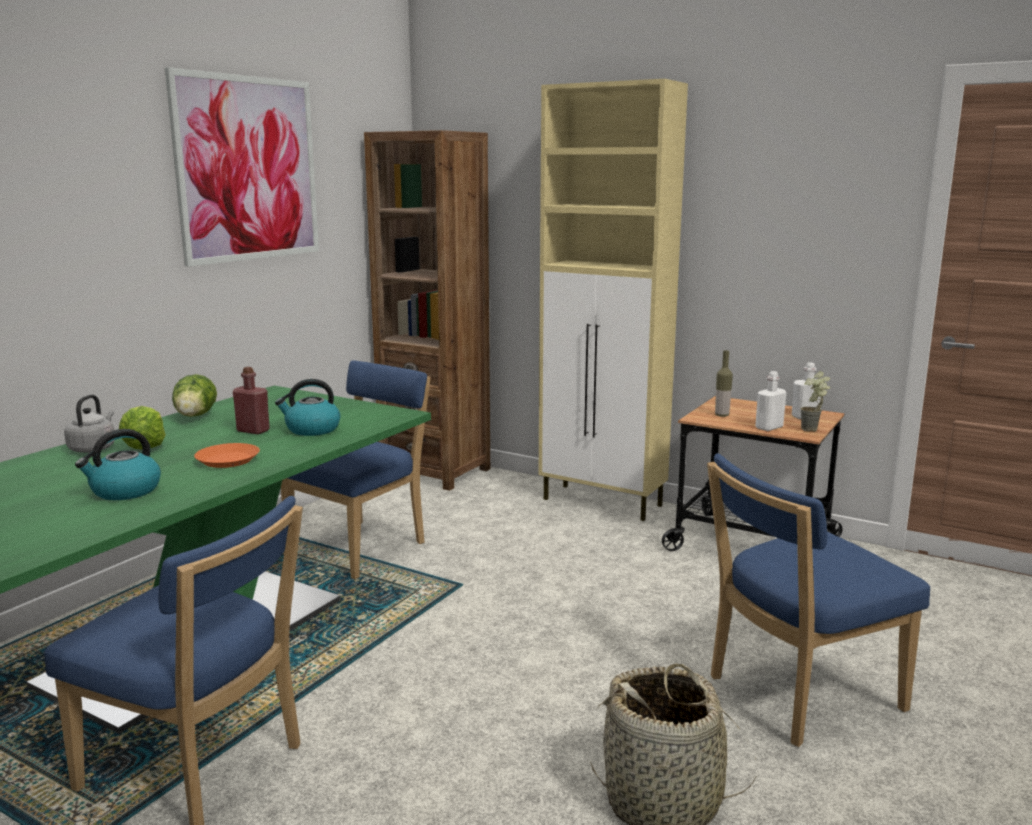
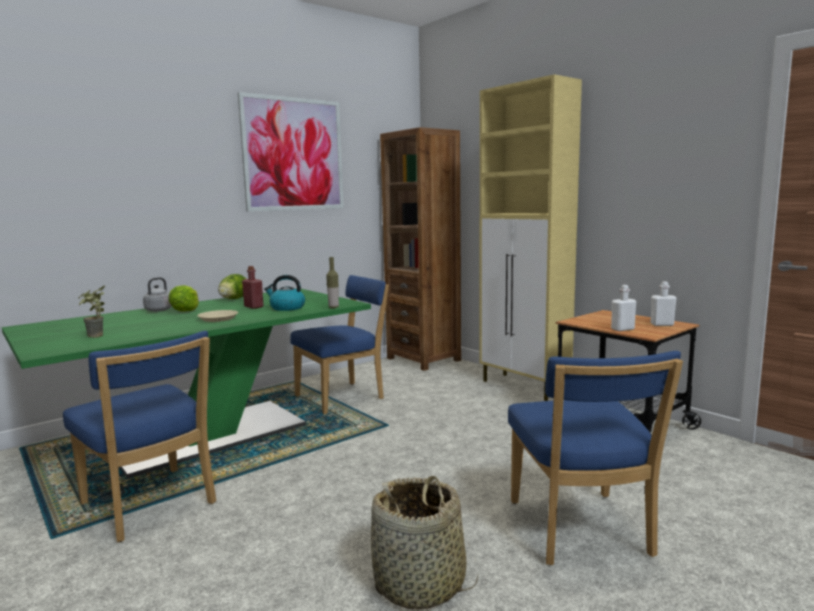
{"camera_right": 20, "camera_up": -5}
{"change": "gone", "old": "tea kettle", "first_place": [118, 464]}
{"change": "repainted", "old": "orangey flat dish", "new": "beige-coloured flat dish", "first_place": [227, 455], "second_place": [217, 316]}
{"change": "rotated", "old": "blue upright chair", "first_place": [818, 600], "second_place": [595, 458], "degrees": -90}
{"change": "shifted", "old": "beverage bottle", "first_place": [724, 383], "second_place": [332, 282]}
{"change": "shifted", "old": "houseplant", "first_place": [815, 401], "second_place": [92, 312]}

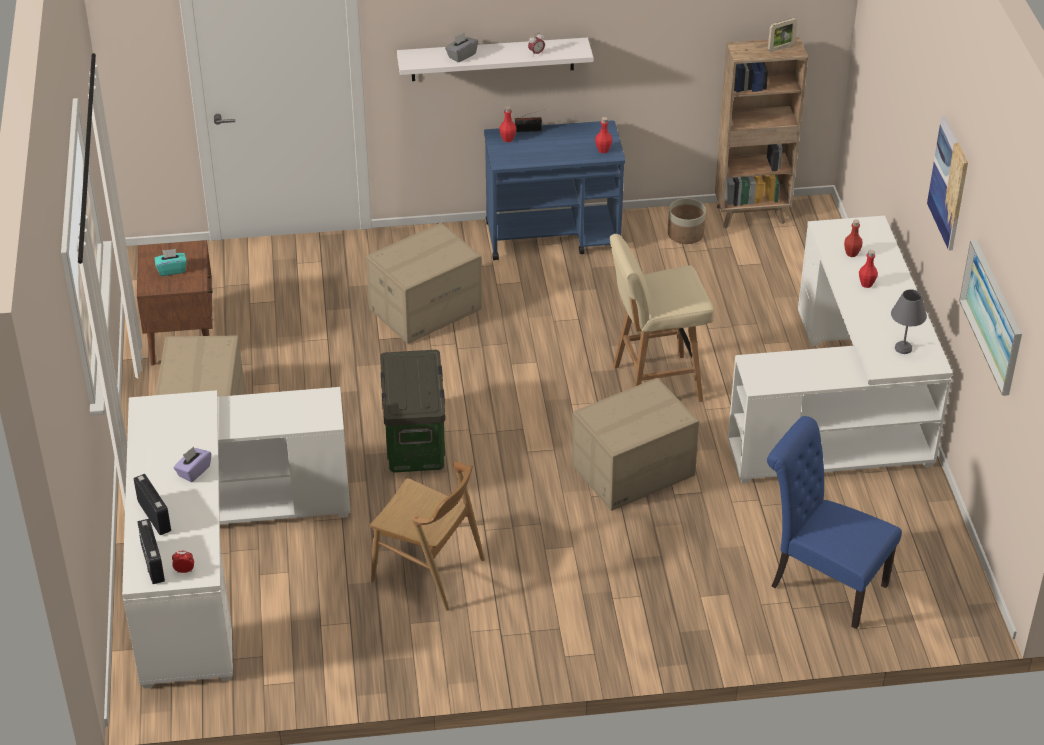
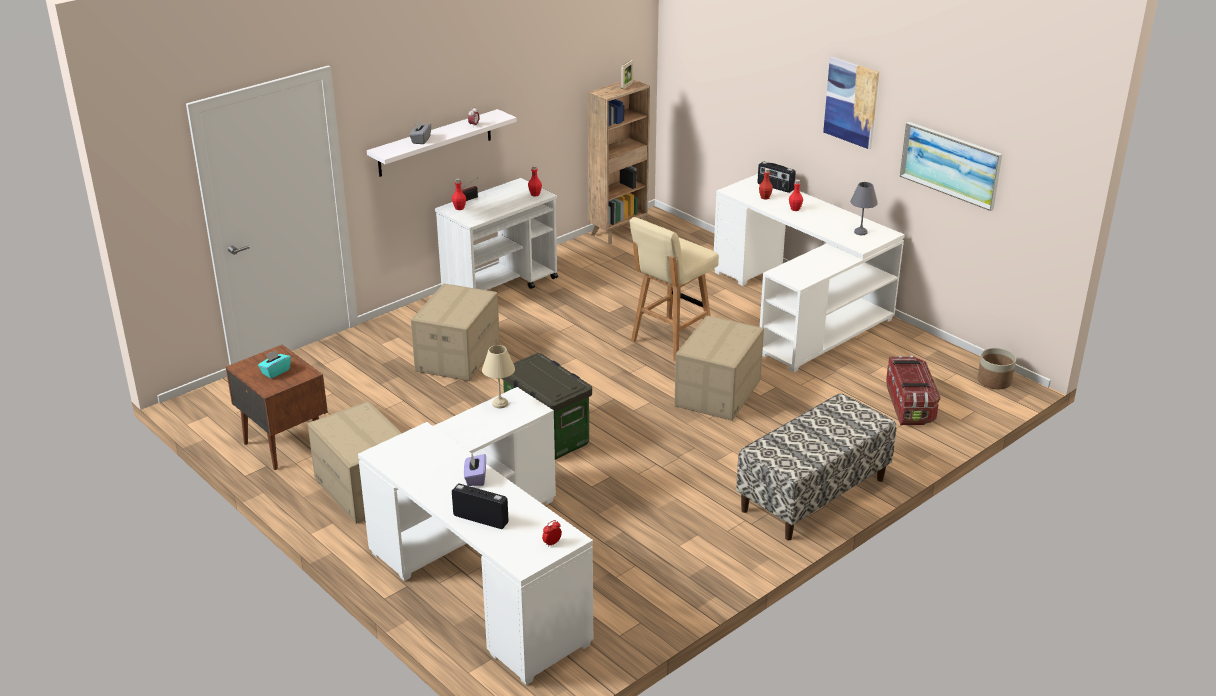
{"camera_right": -35, "camera_up": -10}
{"change": "shifted", "old": "radio receiver", "first_place": [151, 551], "second_place": [776, 177]}
{"change": "gone", "old": "brown-coloured upright chair", "first_place": [427, 536]}
{"change": "repainted", "old": "blue trolley", "new": "white-coloured trolley", "first_place": [555, 190], "second_place": [496, 234]}
{"change": "shifted", "old": "plant pot", "first_place": [687, 221], "second_place": [996, 368]}
{"change": "swapped", "old": "blue upright chair", "new": "storage container", "first_place": [834, 522], "second_place": [913, 390]}
{"change": "new", "new": "beige-coloured lamp for a table", "second_place": [498, 376]}
{"change": "new", "new": "indoor bench", "second_place": [816, 466]}

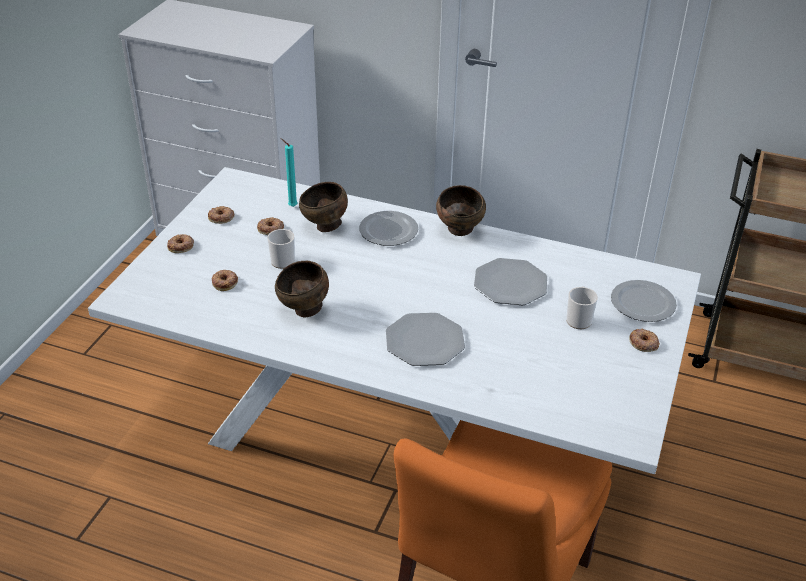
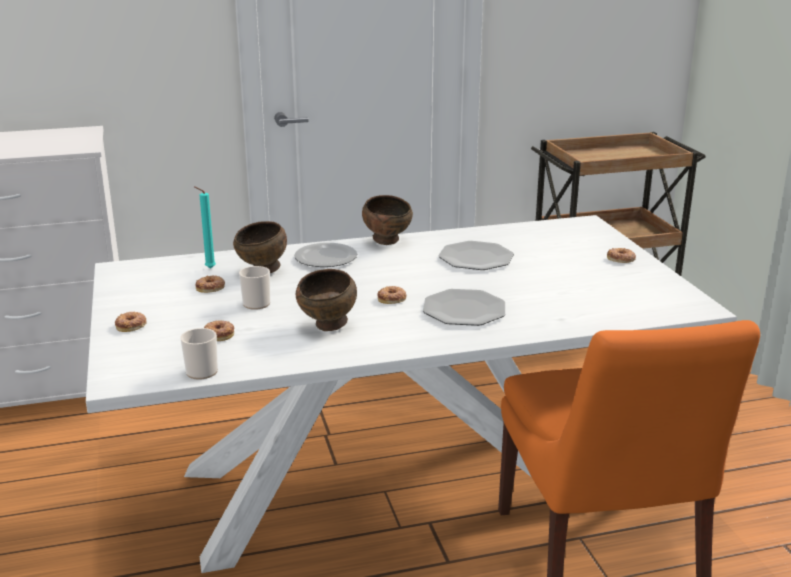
{"camera_right": -35, "camera_up": -15}
{"change": "shifted", "old": "doughnut", "first_place": [221, 215], "second_place": [391, 295]}
{"change": "shifted", "old": "coffee mug", "first_place": [582, 307], "second_place": [199, 354]}
{"change": "gone", "old": "flat dish", "first_place": [644, 301]}

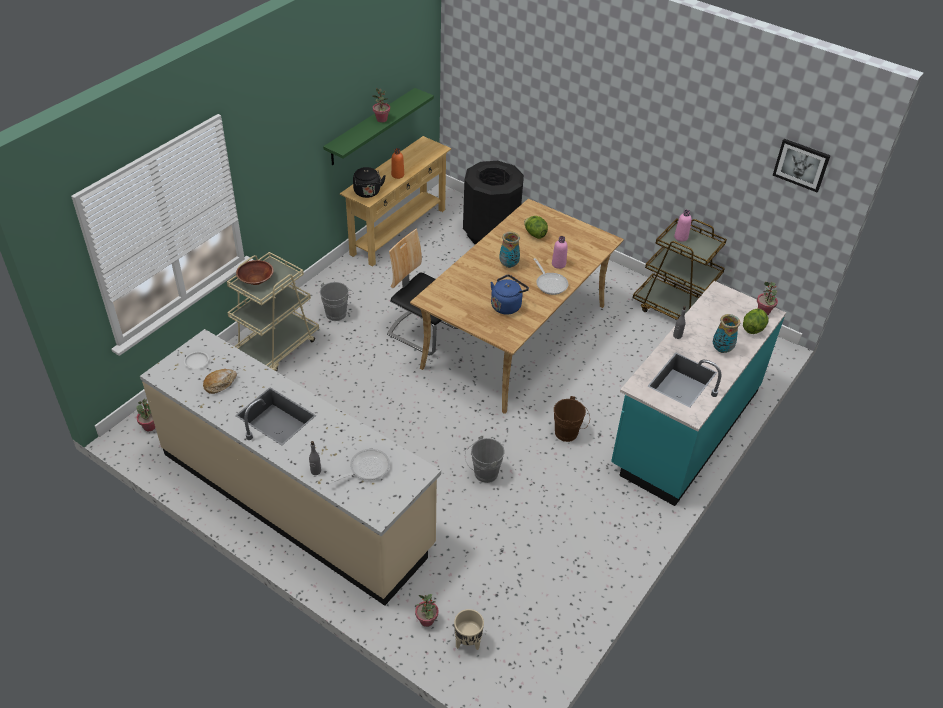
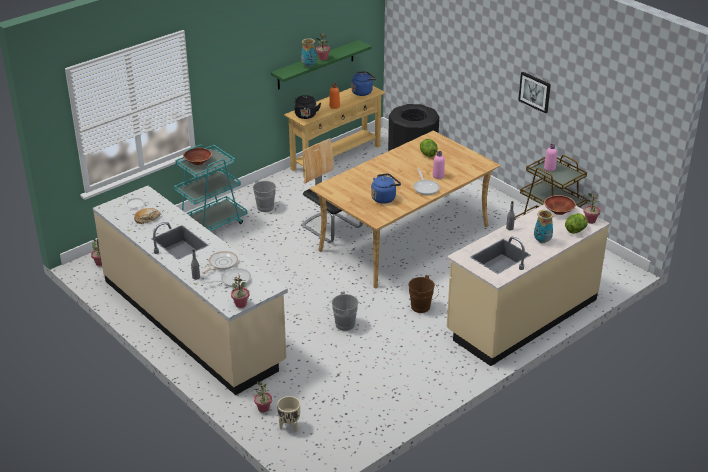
{"camera_right": 15, "camera_up": -10}
{"change": "repainted", "old": "beige-coloured trolley", "new": "blue-green trolley", "first_place": [273, 312], "second_place": [210, 187]}
{"change": "shifted", "old": "vase", "first_place": [509, 250], "second_place": [309, 53]}
{"change": "repainted", "old": "blue-green kitchen base unit", "new": "beige-coloured kitchen base unit", "first_place": [698, 393], "second_place": [528, 285]}
{"change": "shifted", "old": "picture", "first_place": [802, 165], "second_place": [534, 93]}
{"change": "new", "new": "skillet", "second_place": [220, 262]}
{"change": "new", "new": "houseplant", "second_place": [240, 290]}
{"change": "new", "new": "blue tea kettle", "second_place": [364, 83]}
{"change": "new", "new": "brown-coloured deep dish", "second_place": [560, 205]}

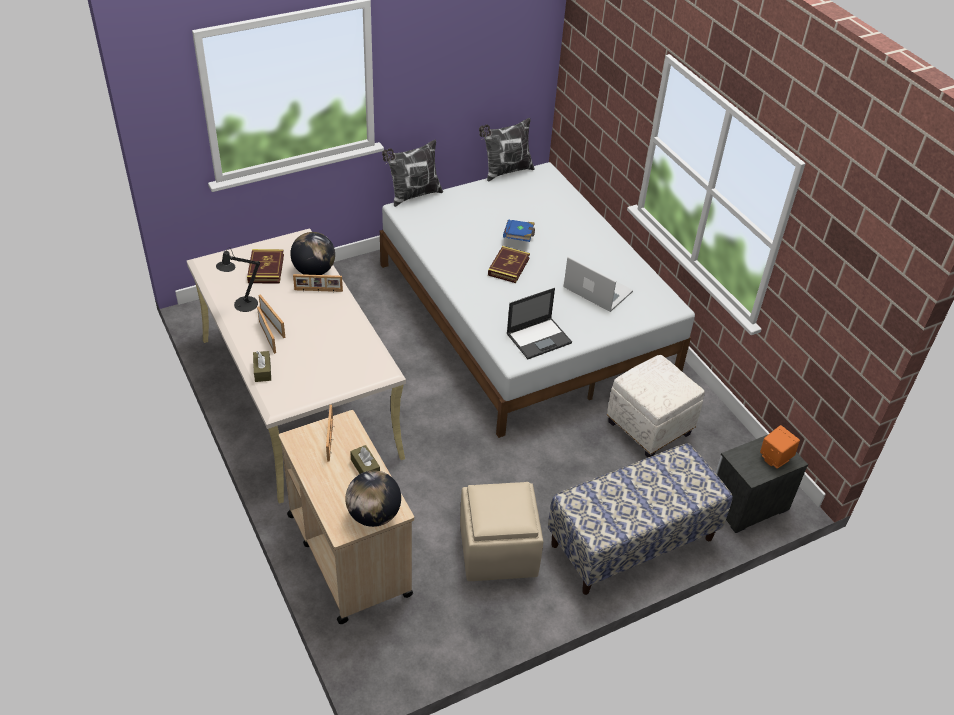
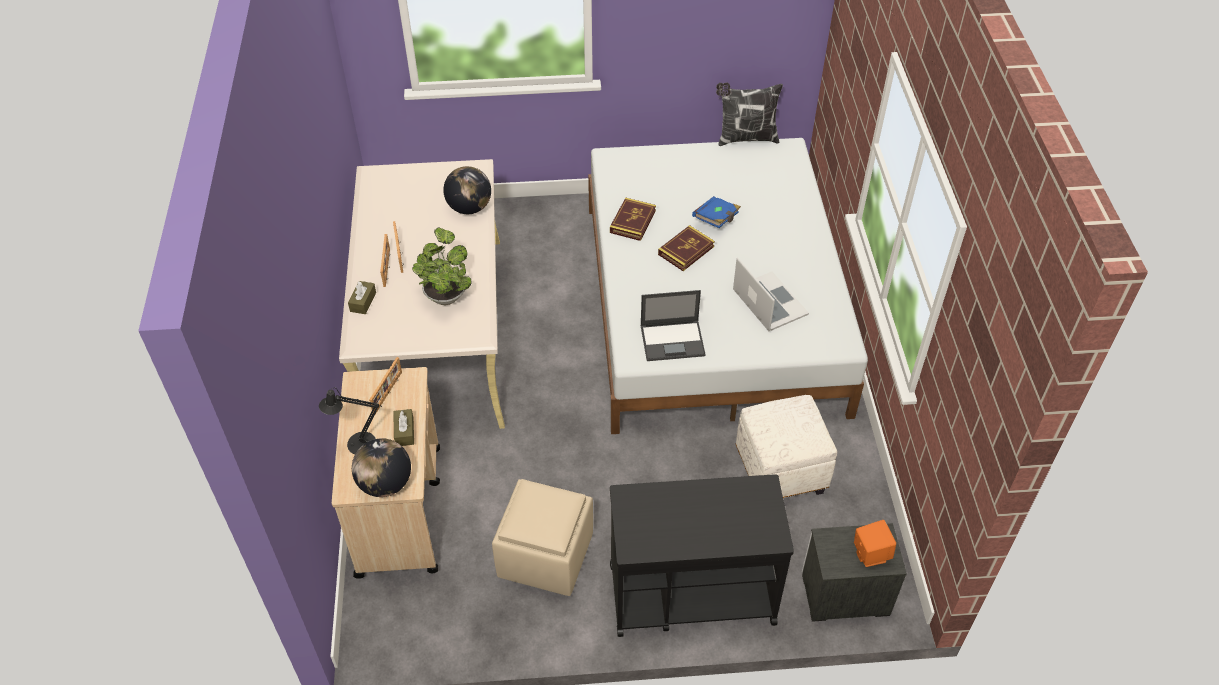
{"camera_right": 25, "camera_up": 5}
{"change": "shifted", "old": "blackish lamp for a table", "first_place": [238, 279], "second_place": [349, 421]}
{"change": "shifted", "old": "volume", "first_place": [265, 266], "second_place": [633, 219]}
{"change": "gone", "old": "picture frame", "first_place": [318, 283]}
{"change": "gone", "old": "throw pillow", "first_place": [412, 173]}
{"change": "swapped", "old": "indoor bench", "new": "blackish trolley", "first_place": [640, 519], "second_place": [702, 555]}
{"change": "new", "new": "houseplant", "second_place": [442, 266]}

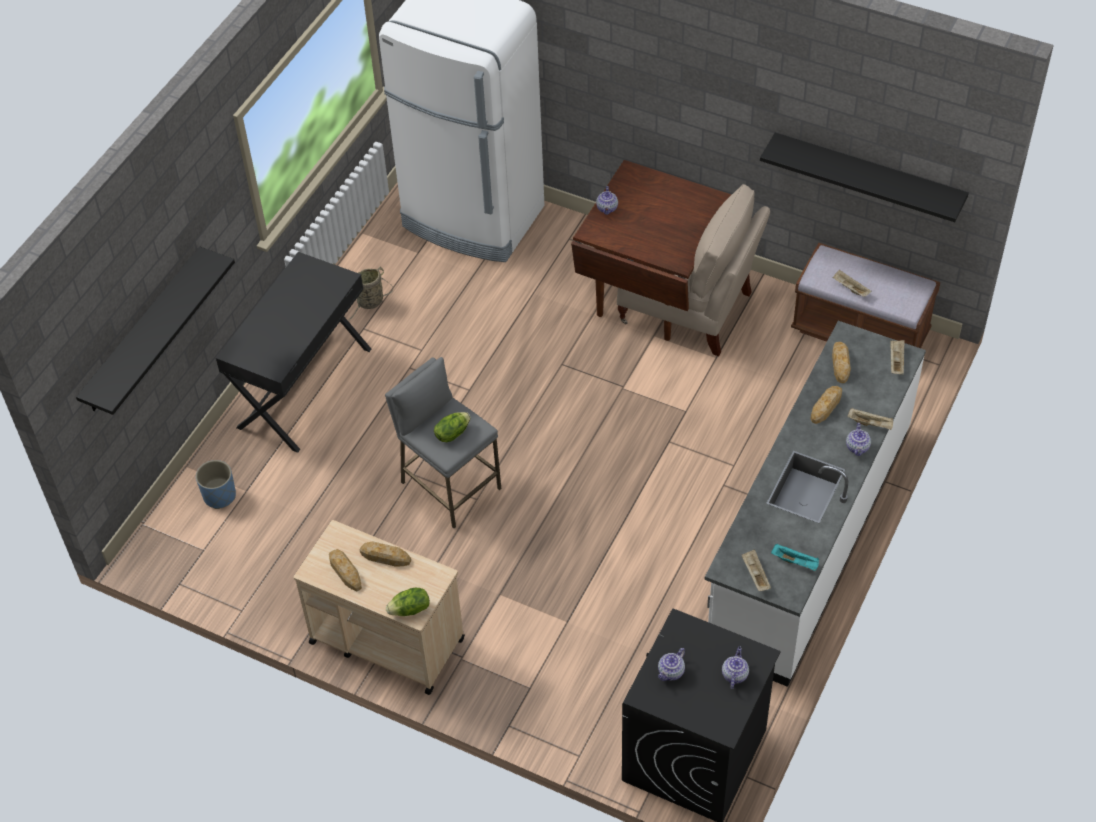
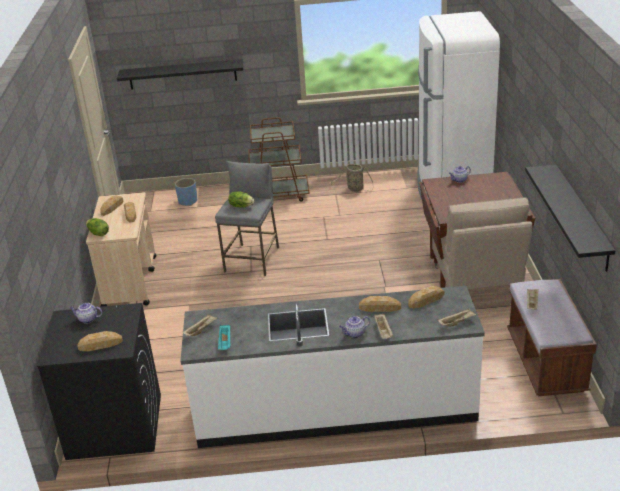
{"camera_right": 60, "camera_up": -20}
{"change": "swapped", "old": "blackish desk", "new": "brown-coloured trolley", "first_place": [293, 352], "second_place": [278, 159]}
{"change": "swapped", "old": "teapot", "new": "baked bread", "first_place": [735, 667], "second_place": [100, 341]}

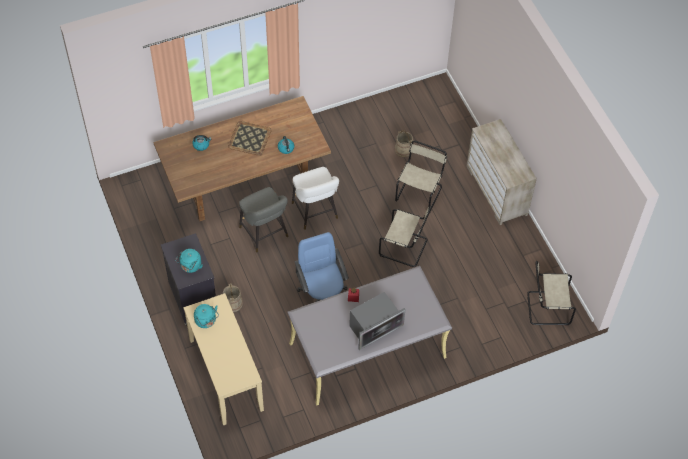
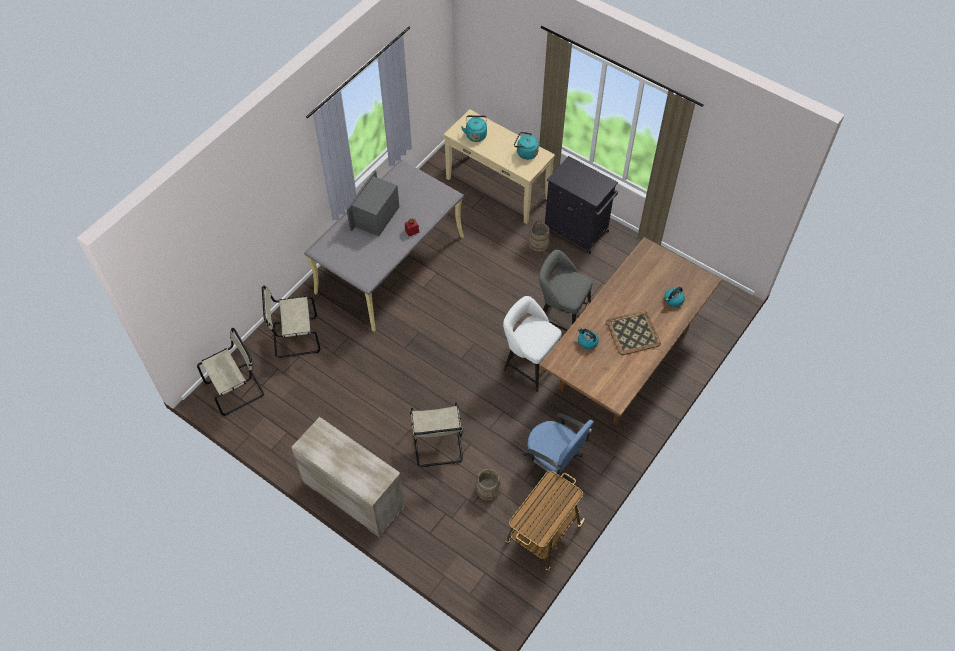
{"camera_right": 150, "camera_up": 0}
{"change": "shifted", "old": "blue-green tea kettle", "first_place": [189, 261], "second_place": [474, 128]}
{"change": "shifted", "old": "blue desk chair", "first_place": [322, 267], "second_place": [558, 450]}
{"change": "shifted", "old": "beige-coloured upright chair", "first_place": [405, 236], "second_place": [291, 322]}
{"change": "new", "new": "trolley", "second_place": [545, 521]}

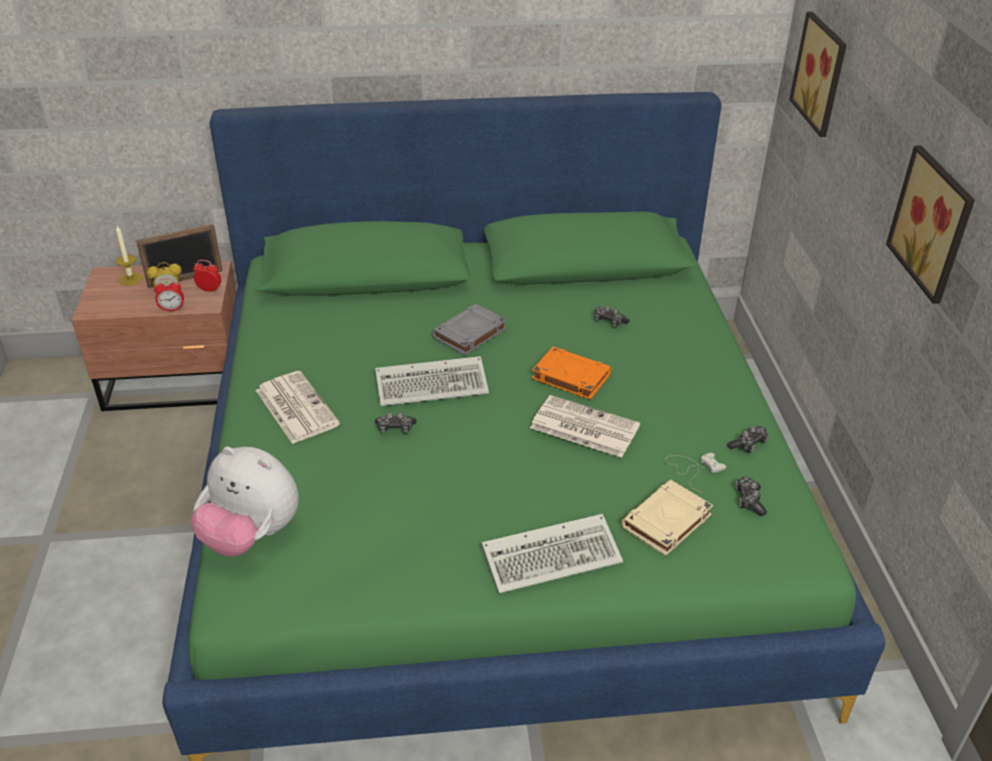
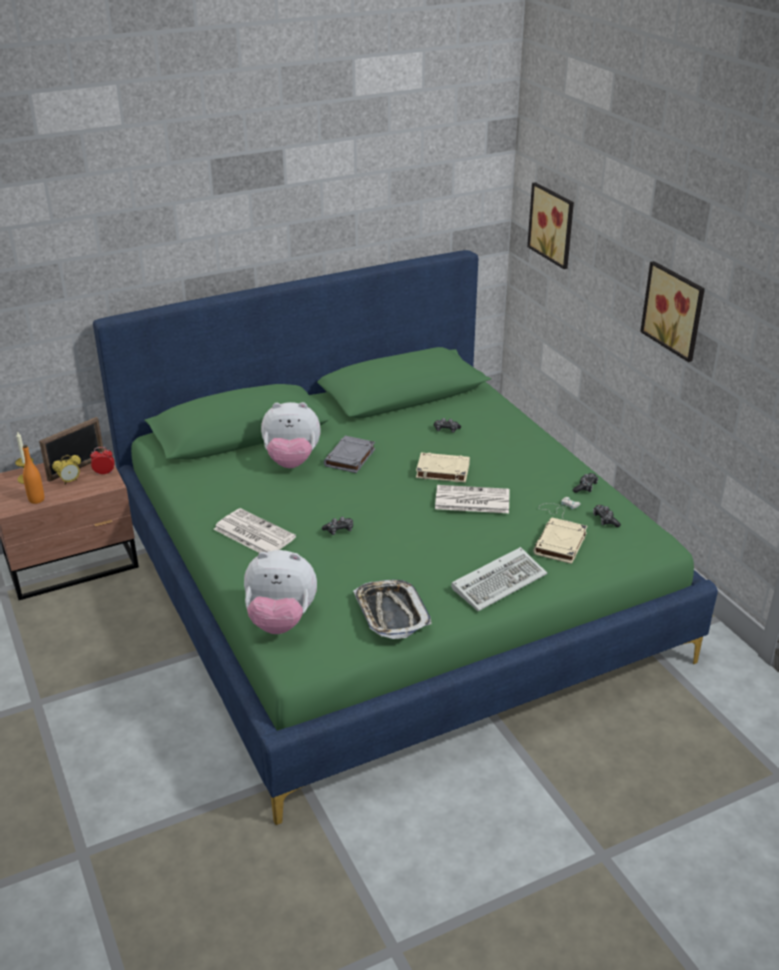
{"camera_right": -20, "camera_up": -5}
{"change": "gone", "old": "table clock", "first_place": [169, 295]}
{"change": "gone", "old": "computer keyboard", "first_place": [432, 381]}
{"change": "repainted", "old": "orangey volume", "new": "beige-coloured volume", "first_place": [572, 373], "second_place": [443, 467]}
{"change": "new", "new": "orangey beverage bottle", "second_place": [33, 474]}
{"change": "new", "new": "soft toy", "second_place": [291, 435]}
{"change": "new", "new": "serving tray", "second_place": [392, 609]}

